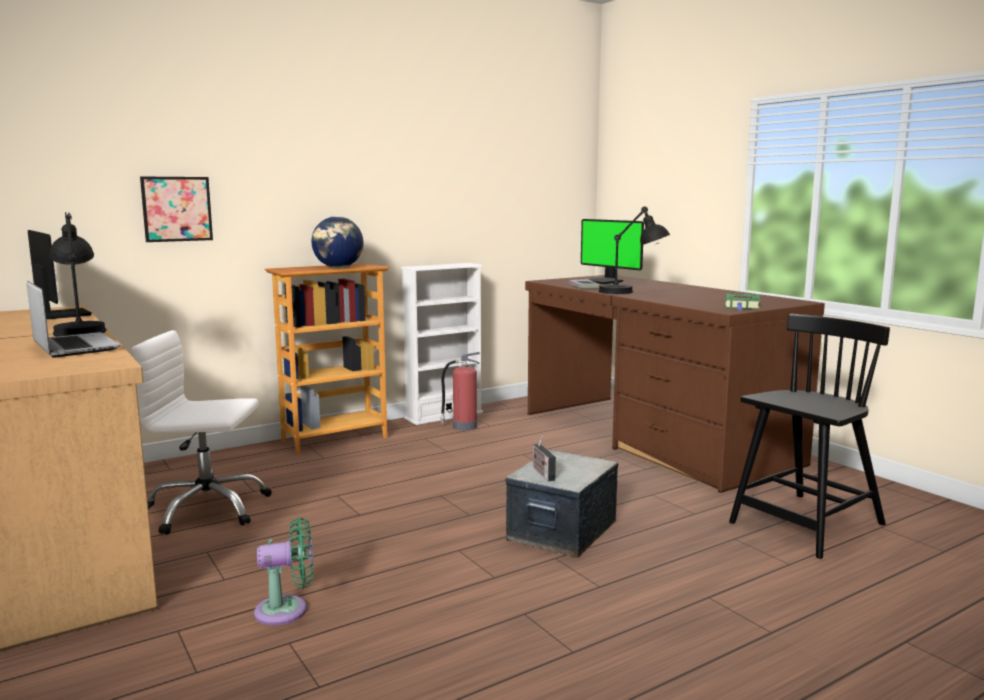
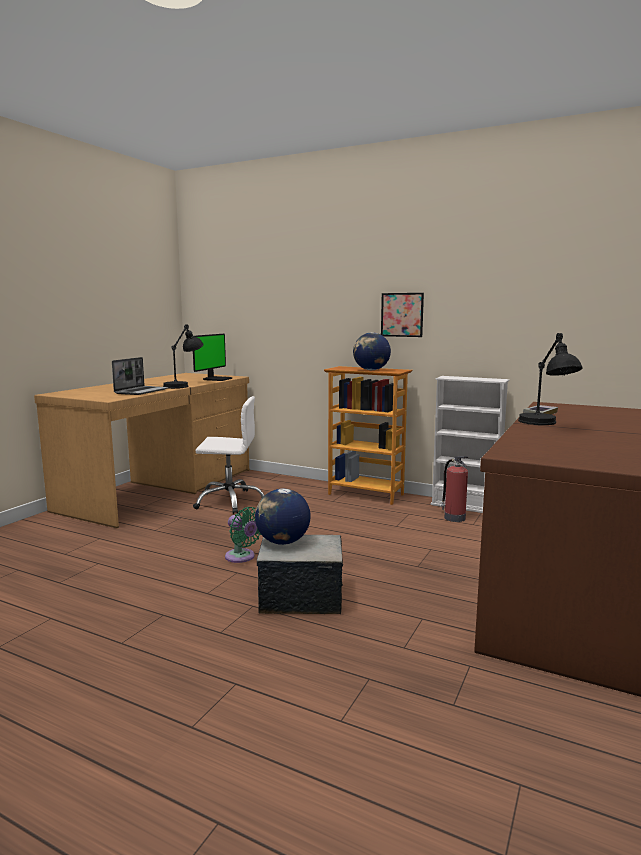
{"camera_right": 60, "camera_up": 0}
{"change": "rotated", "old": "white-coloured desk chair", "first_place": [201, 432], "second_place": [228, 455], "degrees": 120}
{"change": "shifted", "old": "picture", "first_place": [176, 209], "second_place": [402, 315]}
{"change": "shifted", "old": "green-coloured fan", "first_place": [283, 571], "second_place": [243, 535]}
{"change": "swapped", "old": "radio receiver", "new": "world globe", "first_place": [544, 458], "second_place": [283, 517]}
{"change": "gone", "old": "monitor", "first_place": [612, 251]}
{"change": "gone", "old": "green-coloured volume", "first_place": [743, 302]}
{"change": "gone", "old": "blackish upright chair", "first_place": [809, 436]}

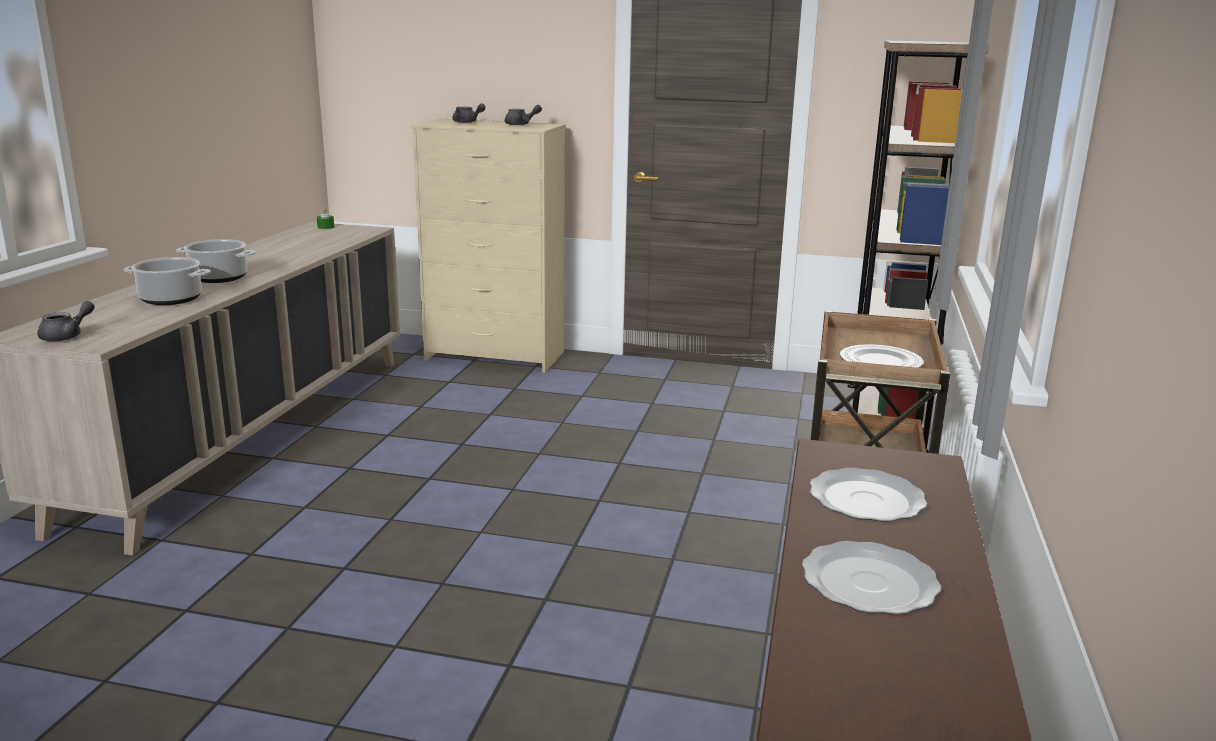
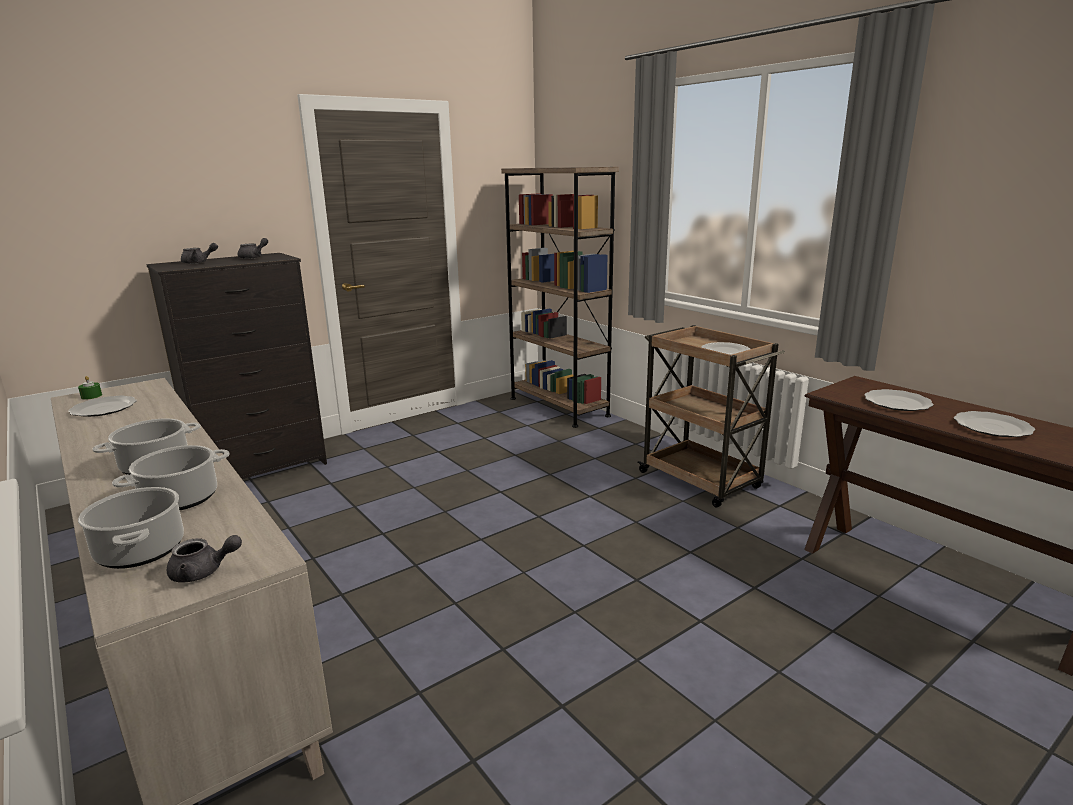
{"camera_right": -50, "camera_up": 0}
{"change": "rotated", "old": "grey teapot", "first_place": [66, 321], "second_place": [204, 558], "degrees": 105}
{"change": "repainted", "old": "beige-coloured chest of drawers", "new": "blackish chest of drawers", "first_place": [488, 246], "second_place": [236, 366]}
{"change": "new", "new": "flat dish", "second_place": [102, 406]}
{"change": "new", "new": "stockpot", "second_place": [131, 528]}

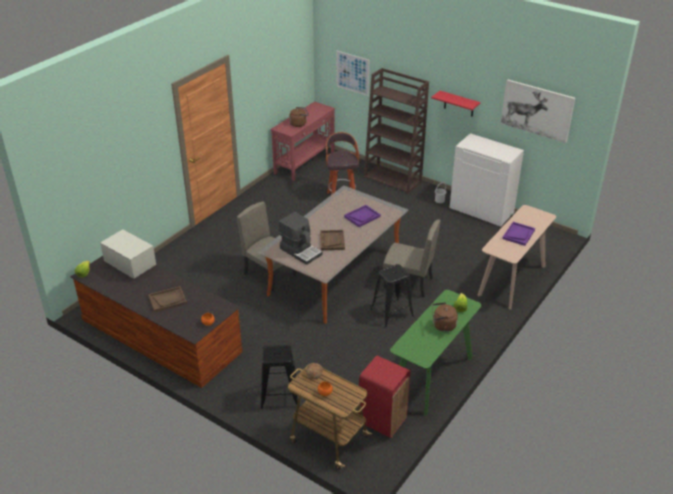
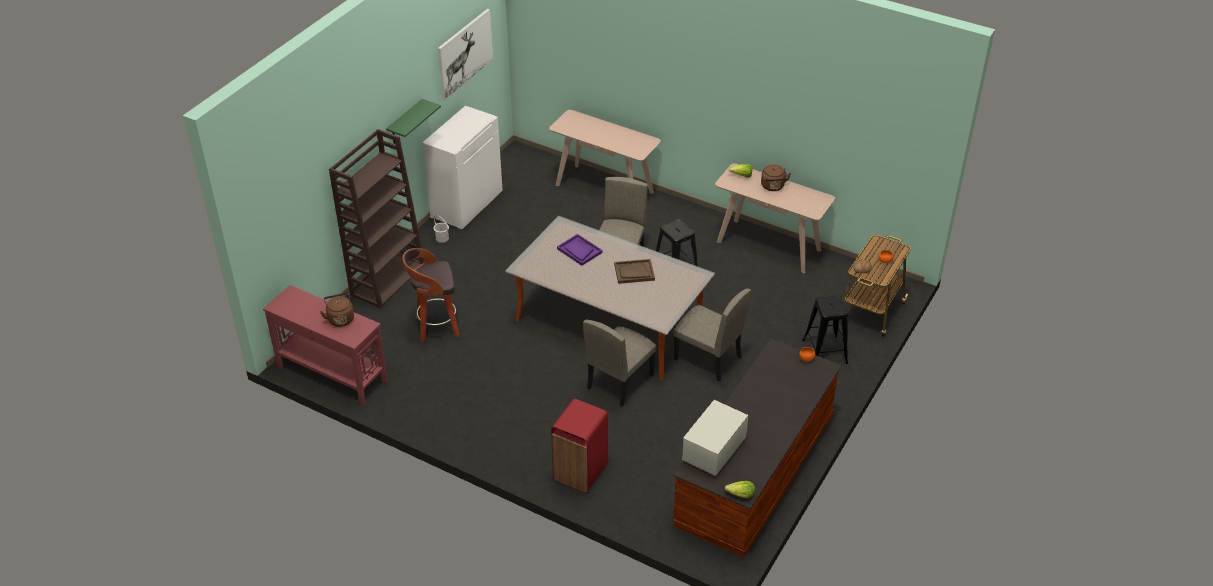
{"camera_right": -95, "camera_up": 5}
{"change": "gone", "old": "brown-coloured serving tray", "first_place": [167, 299]}
{"change": "gone", "old": "coffee maker", "first_place": [300, 238]}
{"change": "gone", "old": "picture", "first_place": [353, 73]}
{"change": "shifted", "old": "reddish trash can", "first_place": [384, 397], "second_place": [579, 445]}
{"change": "repainted", "old": "green-coloured console table", "new": "beige-coloured console table", "first_place": [436, 352], "second_place": [775, 218]}
{"change": "repainted", "old": "reddish bracket shelf", "new": "green-coloured bracket shelf", "first_place": [455, 104], "second_place": [413, 121]}
{"change": "gone", "old": "purplish serving tray", "first_place": [518, 234]}
{"change": "new", "new": "beige-coloured upright chair", "second_place": [712, 335]}

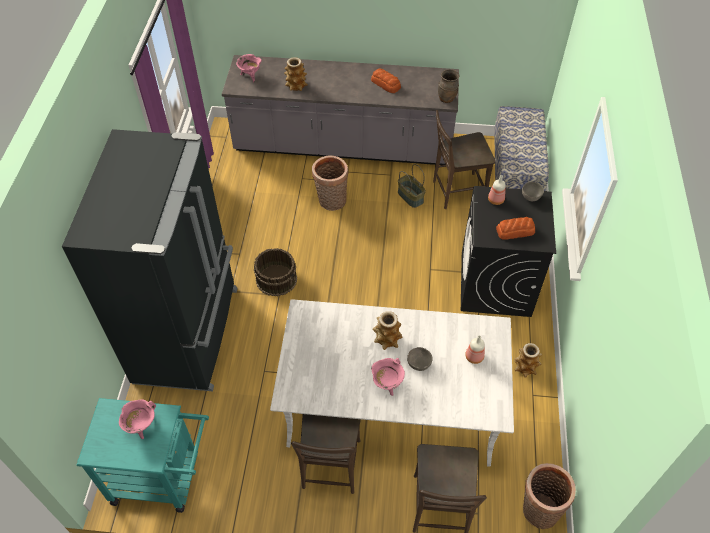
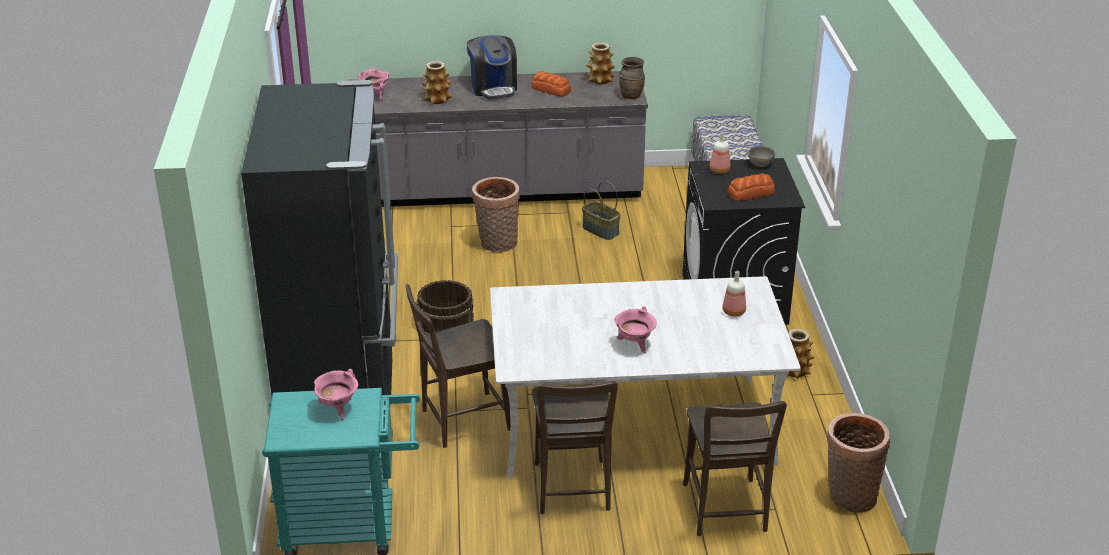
{"camera_right": -10, "camera_up": -20}
{"change": "shifted", "old": "vase", "first_place": [387, 330], "second_place": [600, 63]}
{"change": "gone", "old": "grey deep dish", "first_place": [420, 359]}
{"change": "shifted", "old": "brown-coloured upright chair", "first_place": [464, 159], "second_place": [458, 366]}
{"change": "new", "new": "coffee maker", "second_place": [492, 67]}

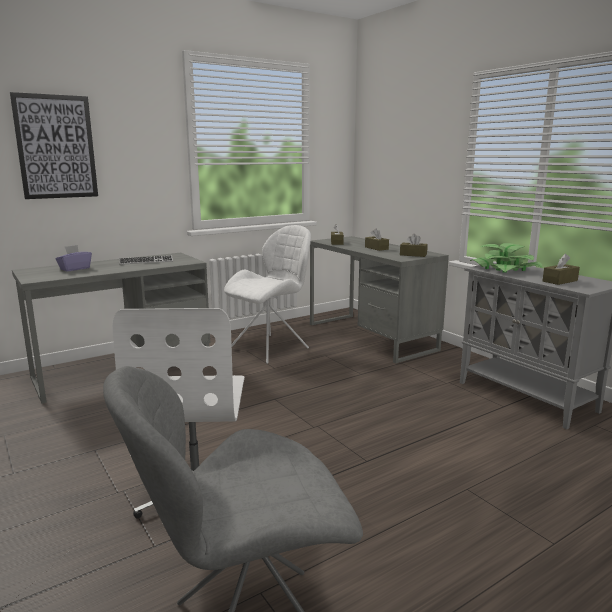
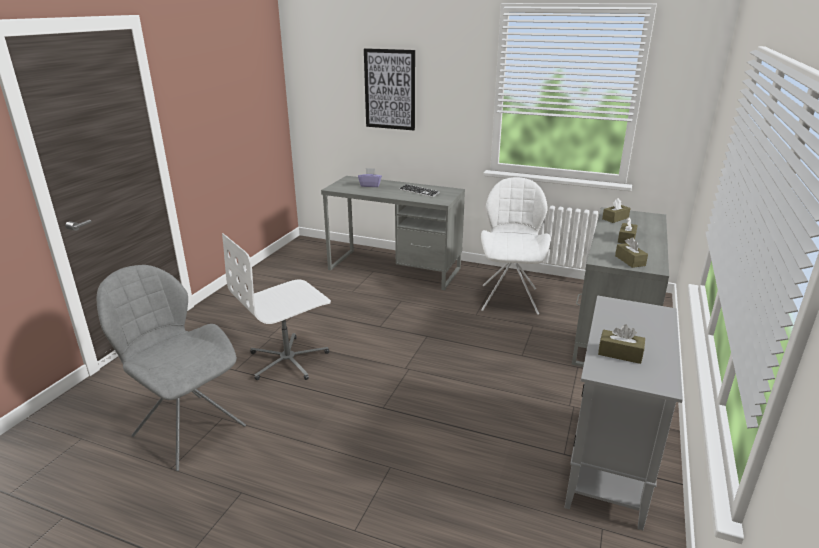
{"camera_right": 55, "camera_up": 10}
{"change": "rotated", "old": "white-coloured upright chair", "first_place": [267, 294], "second_place": [516, 246], "degrees": -90}
{"change": "gone", "old": "houseplant", "first_place": [506, 258]}

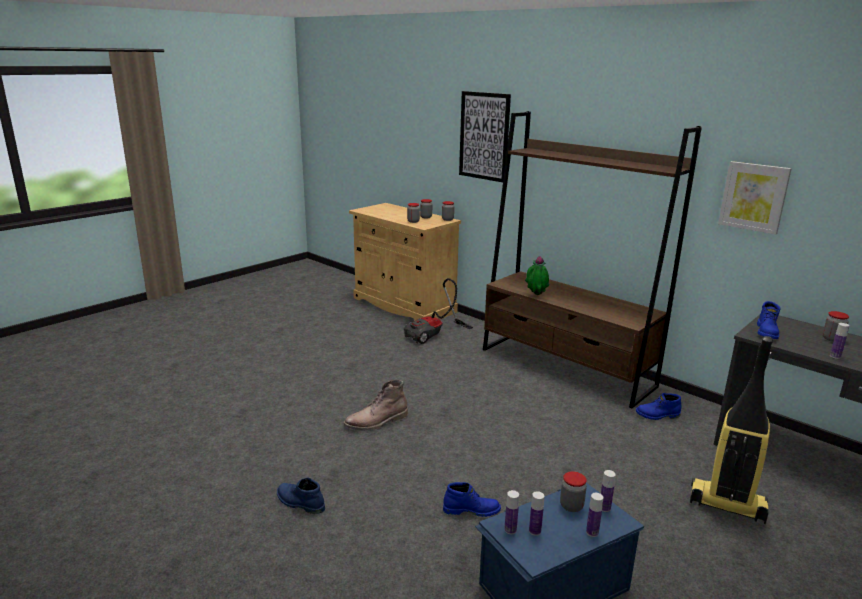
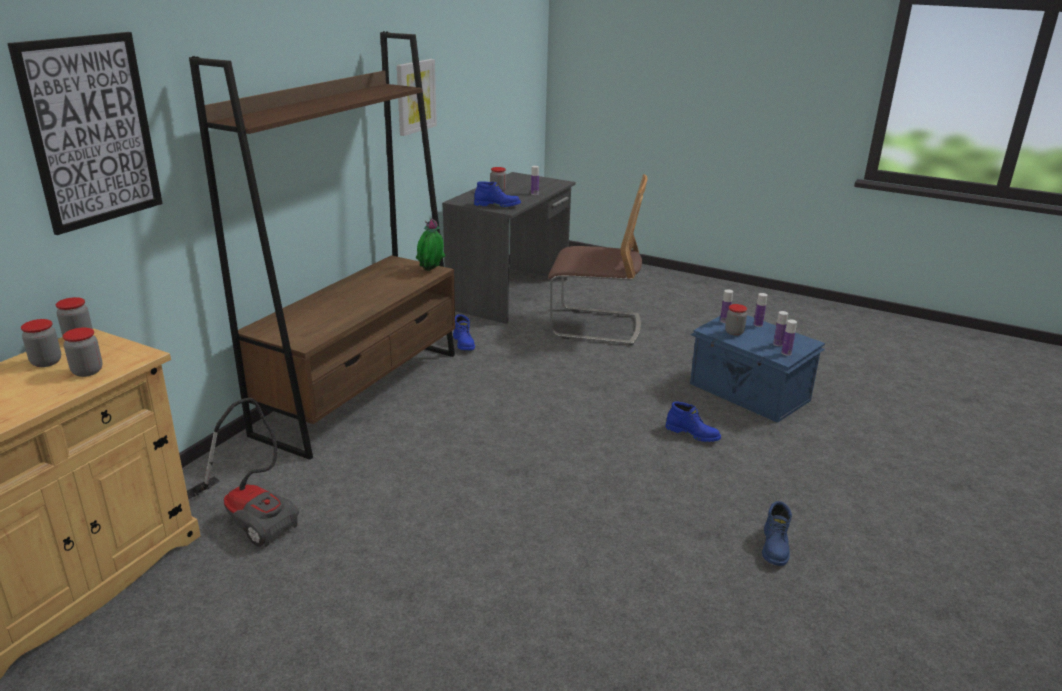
{"camera_right": -105, "camera_up": 5}
{"change": "gone", "old": "brown-coloured high-top boot", "first_place": [376, 405]}
{"change": "rotated", "old": "blue high-top boot", "first_place": [472, 499], "second_place": [693, 422], "degrees": 135}
{"change": "shifted", "old": "houseplant", "first_place": [537, 275], "second_place": [430, 245]}
{"change": "swapped", "old": "vacuum cleaner", "new": "upright chair", "first_place": [731, 430], "second_place": [597, 260]}

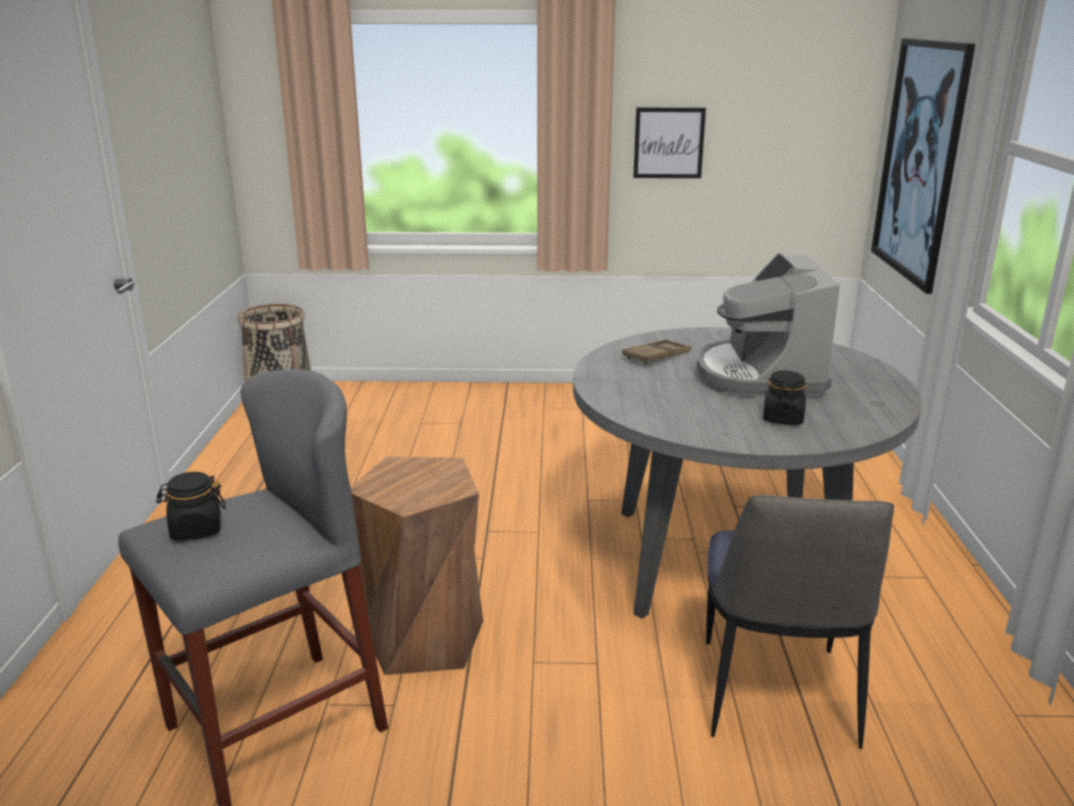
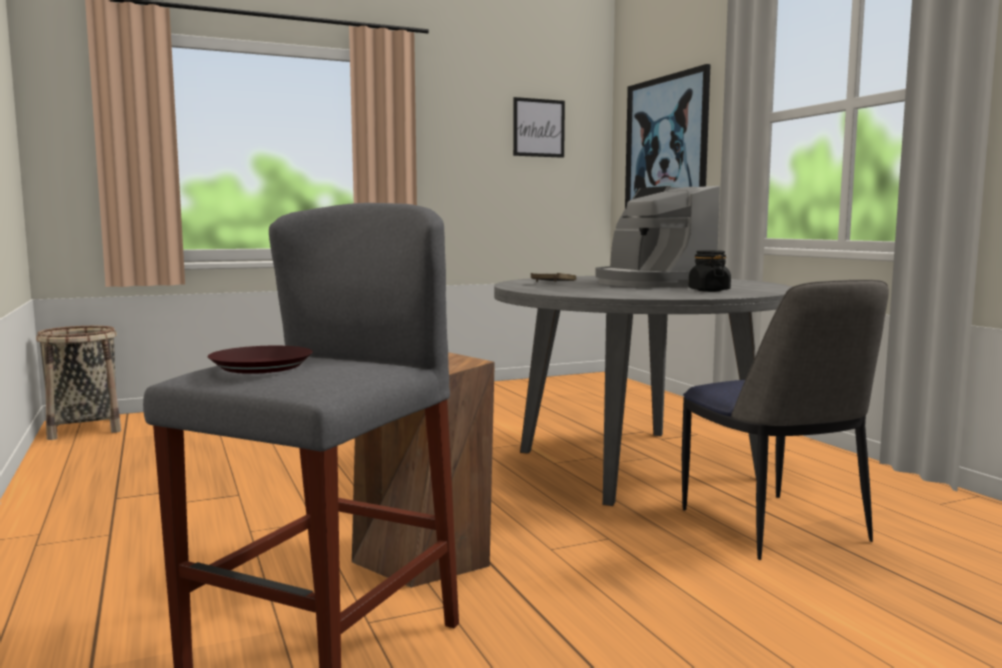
{"camera_right": -25, "camera_up": -15}
{"change": "swapped", "old": "blackish storage jar", "new": "brown-coloured flat dish", "first_place": [191, 506], "second_place": [260, 360]}
{"change": "shifted", "old": "picture", "first_place": [669, 143], "second_place": [539, 127]}

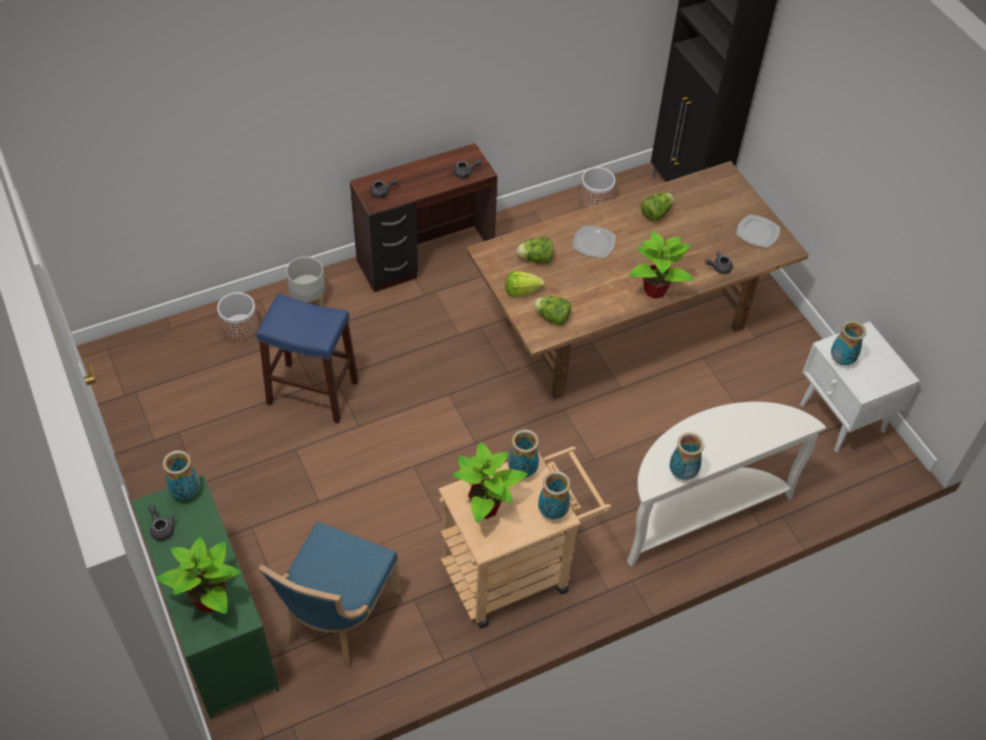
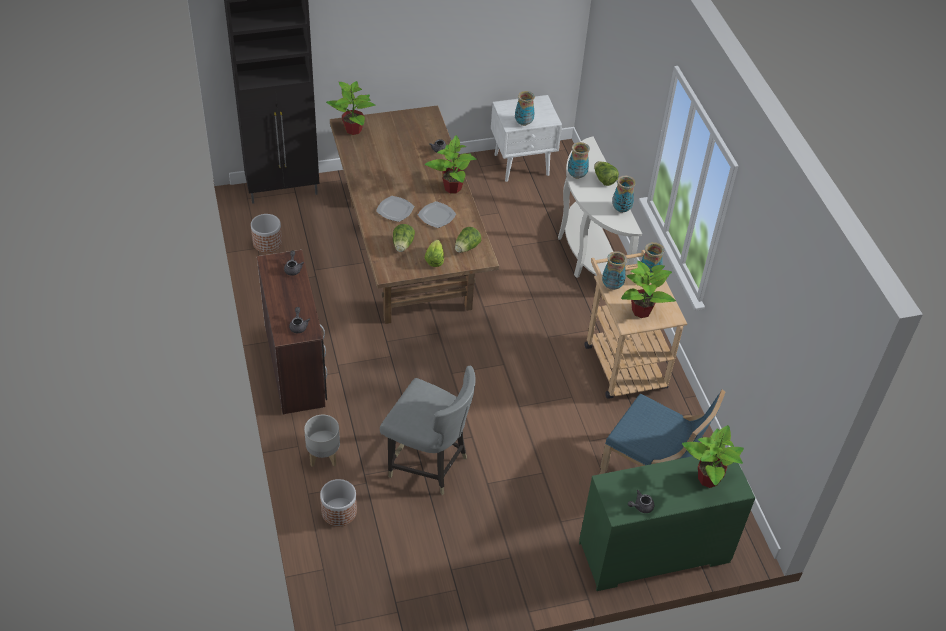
{"camera_right": -80, "camera_up": -5}
{"change": "shifted", "old": "vase", "first_place": [181, 475], "second_place": [579, 160]}
{"change": "swapped", "old": "blue stool seat", "new": "grey upright chair", "first_place": [307, 358], "second_place": [427, 430]}
{"change": "shifted", "old": "head of lettuce", "first_place": [657, 207], "second_place": [606, 173]}
{"change": "shifted", "old": "flat dish", "first_place": [758, 231], "second_place": [437, 214]}
{"change": "new", "new": "houseplant", "second_place": [350, 108]}

